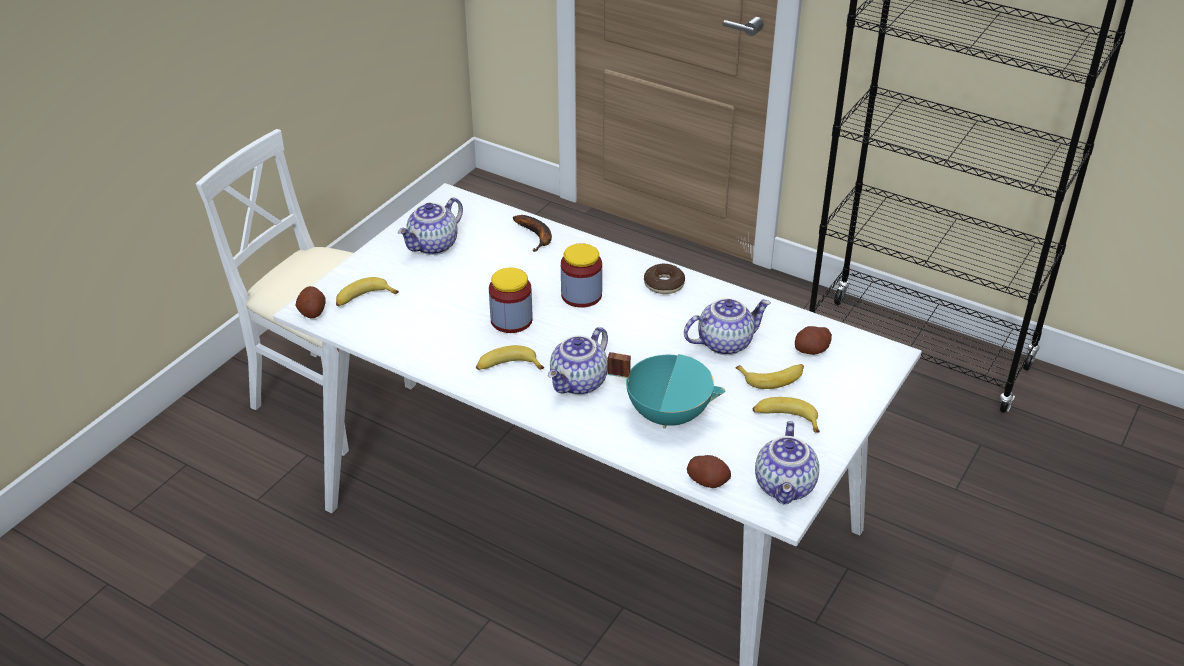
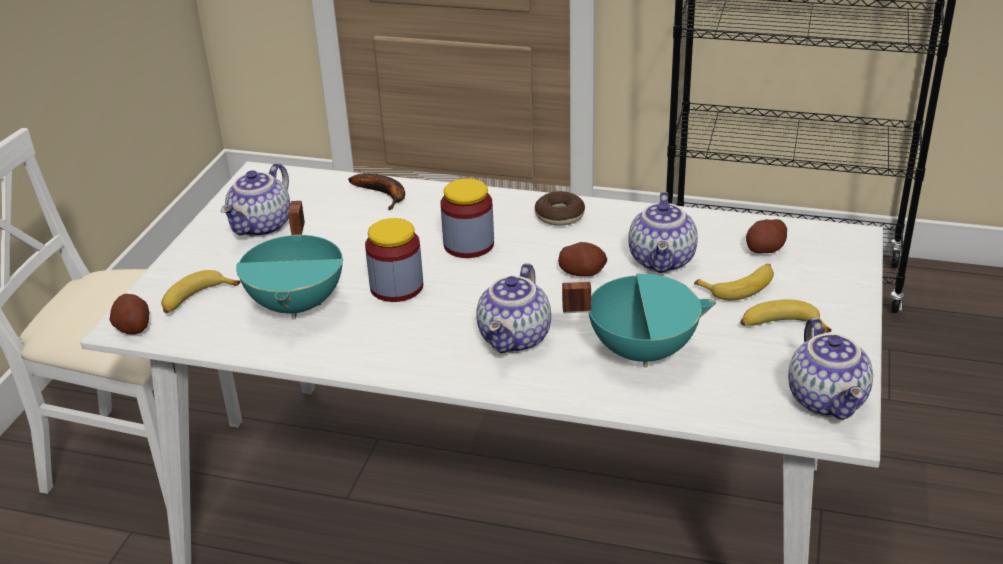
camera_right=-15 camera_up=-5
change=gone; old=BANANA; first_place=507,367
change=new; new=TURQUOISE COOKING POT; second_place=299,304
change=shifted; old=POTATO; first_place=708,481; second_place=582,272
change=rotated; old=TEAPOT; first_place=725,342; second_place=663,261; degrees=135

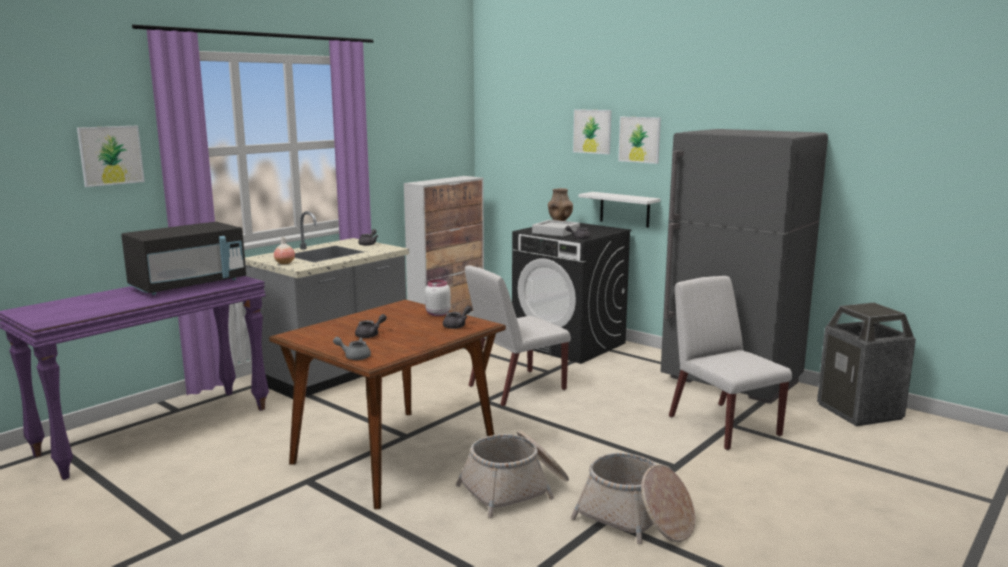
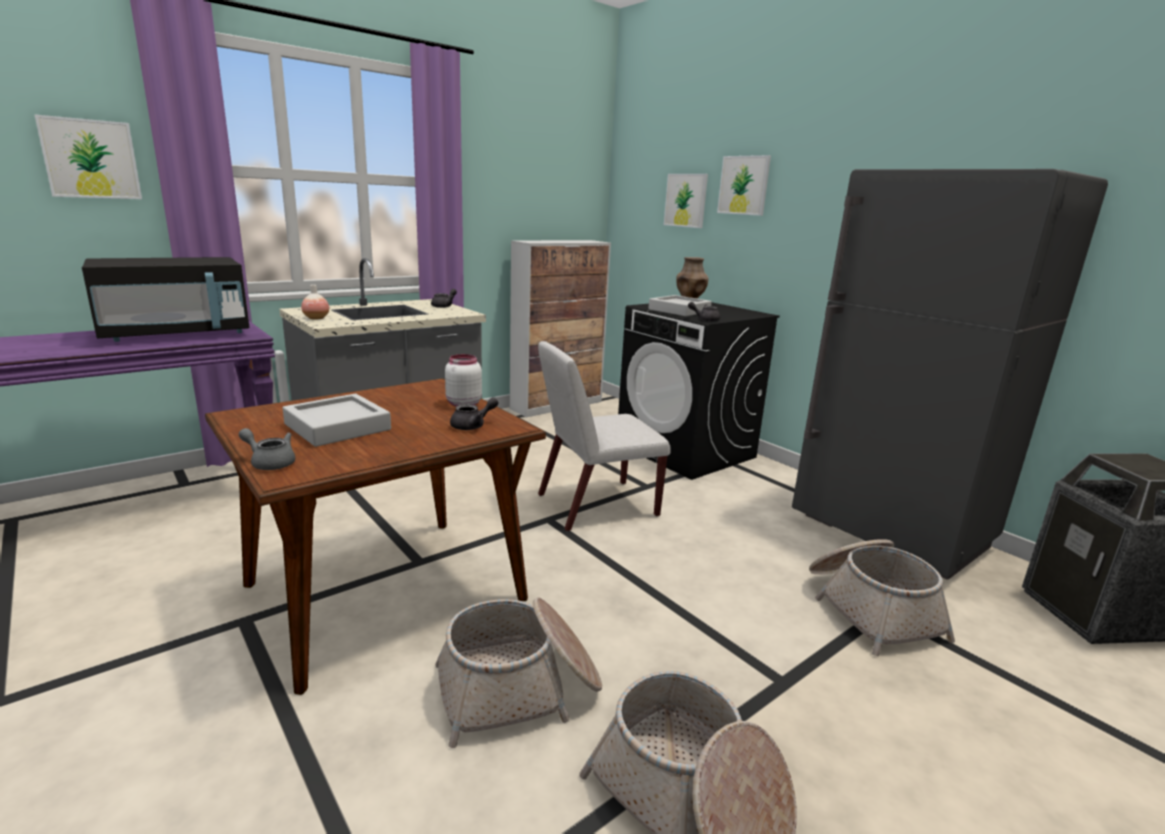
camera_right=10 camera_up=5
change=gone; old=WHITE SHELF; first_place=624,209
change=shifted; old=PICTURE; first_place=639,139; second_place=686,200
change=swapped; old=GREY TEAPOT; new=GREY TRAY; first_place=370,335; second_place=337,427
change=swapped; old=WHITE CHAIR; new=BASKET; first_place=722,425; second_place=870,609

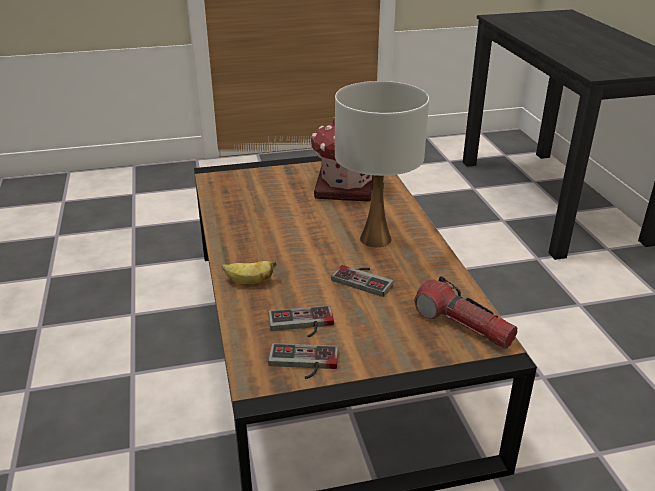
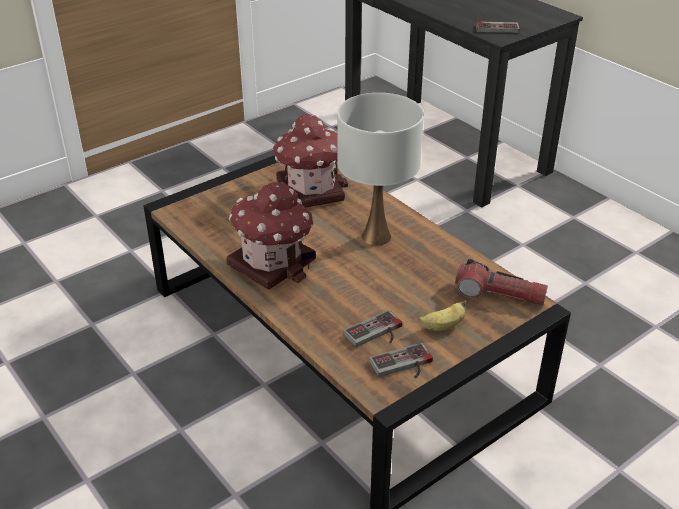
camera_right=-25 camera_up=5
change=new; new=TOY HOUSE; second_place=273,262
change=shifted; old=BANANA; first_place=249,282; second_place=442,326
change=shifted; old=GAME CONTROLLER; first_place=365,279; second_place=496,27

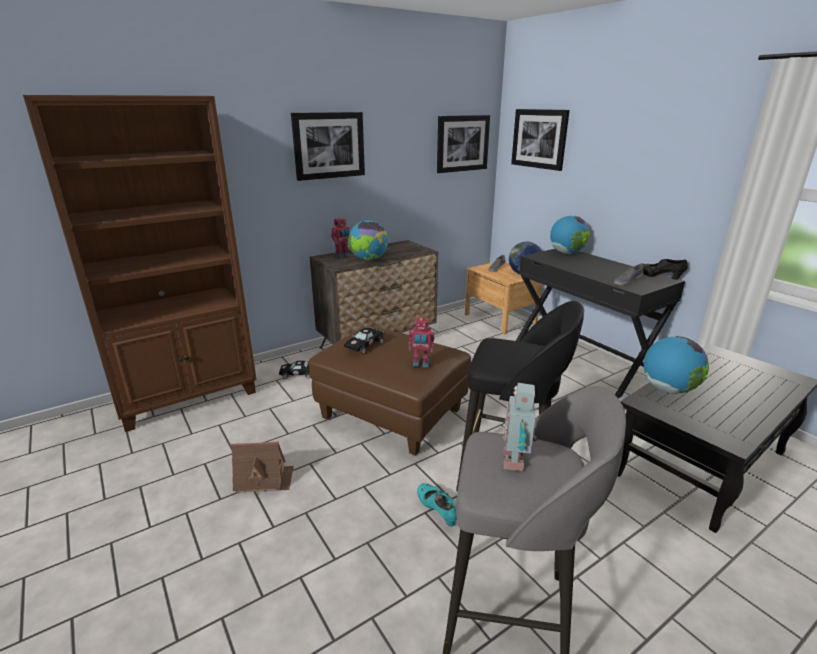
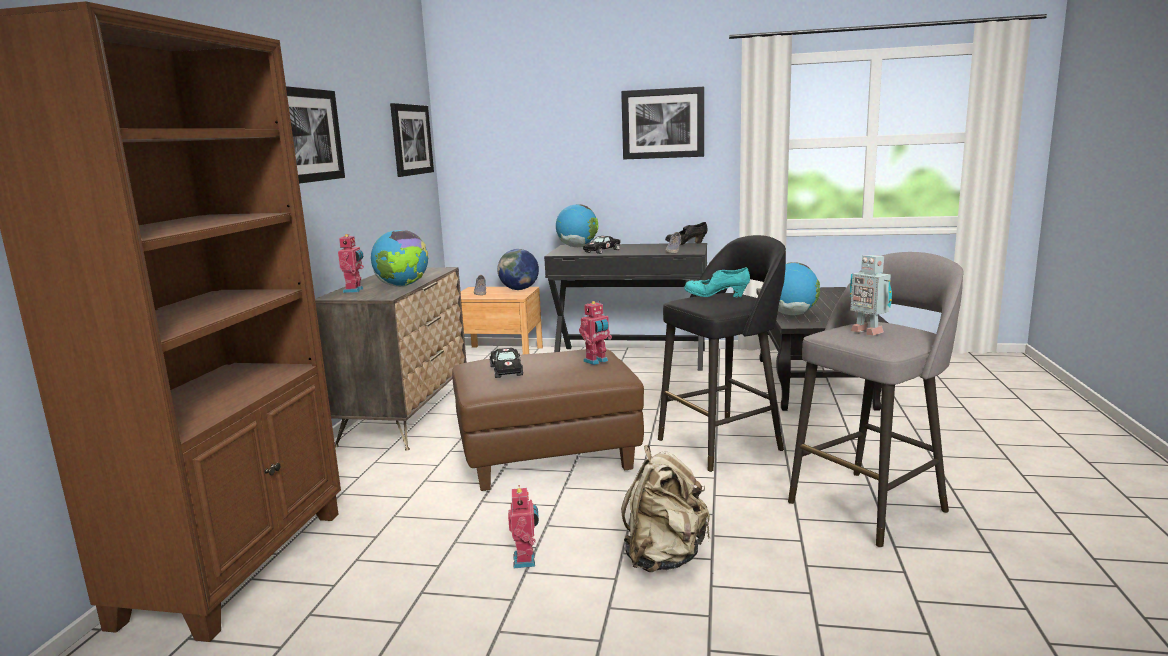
camera_right=-45 camera_up=-10
change=new; new=BEIGE BACKPACK; second_place=664,557
change=shifted; old=BLACK TOY CAR; first_place=299,374; second_place=602,251
change=shifted; old=TURQUOISE SHOE; first_place=437,511; second_place=716,297
change=shifted; old=PICTURE; first_place=539,139; second_place=663,123
change=swapped; old=TOY HOUSE; new=TOY ROBOT; first_place=264,479; second_place=526,560

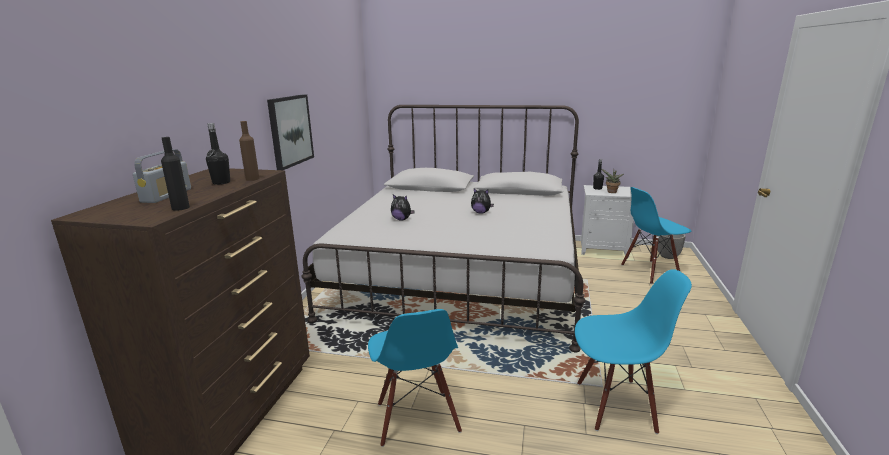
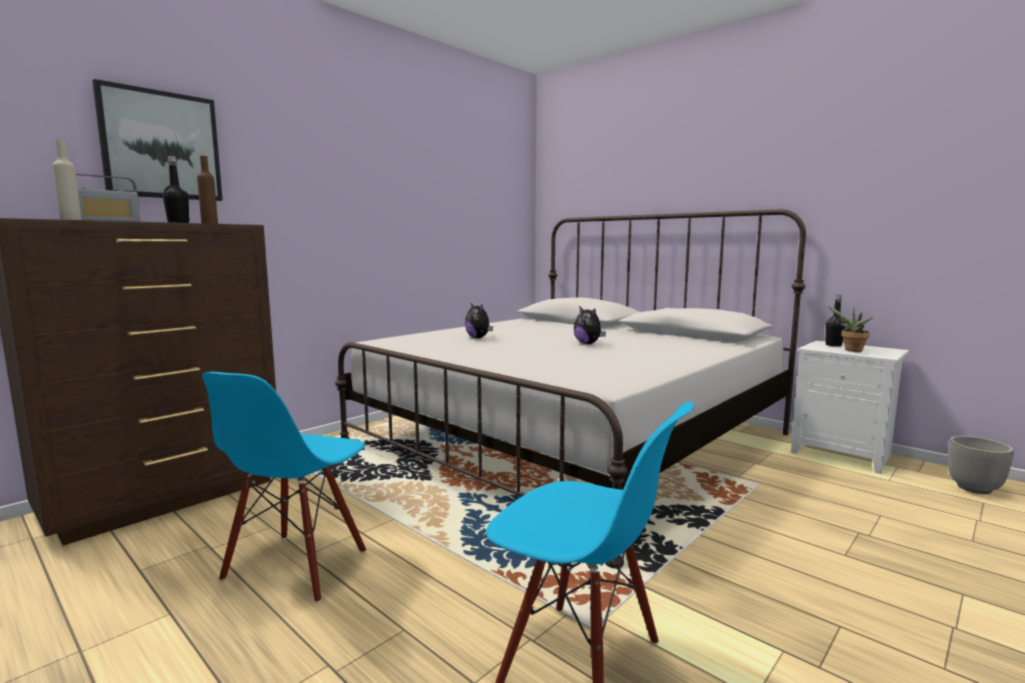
camera_right=30 camera_up=-10
change=gone; old=BLUE CHAIR; first_place=650,271
change=shifted; old=PICTURE; first_place=290,131; second_place=161,145
change=repainted; old=BLACK BOTTLE; new=BEIGE BOTTLE; first_place=180,208; second_place=70,219

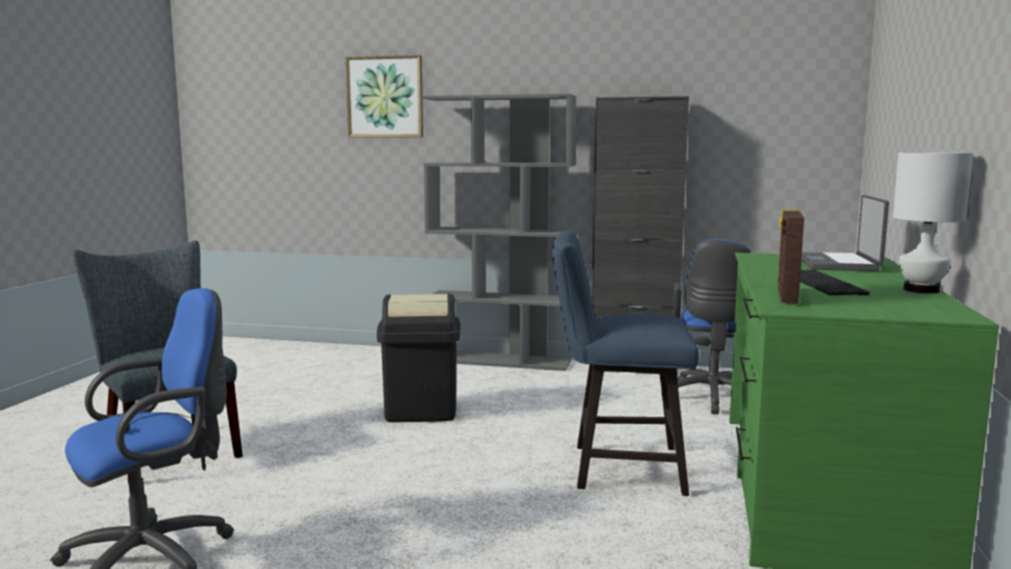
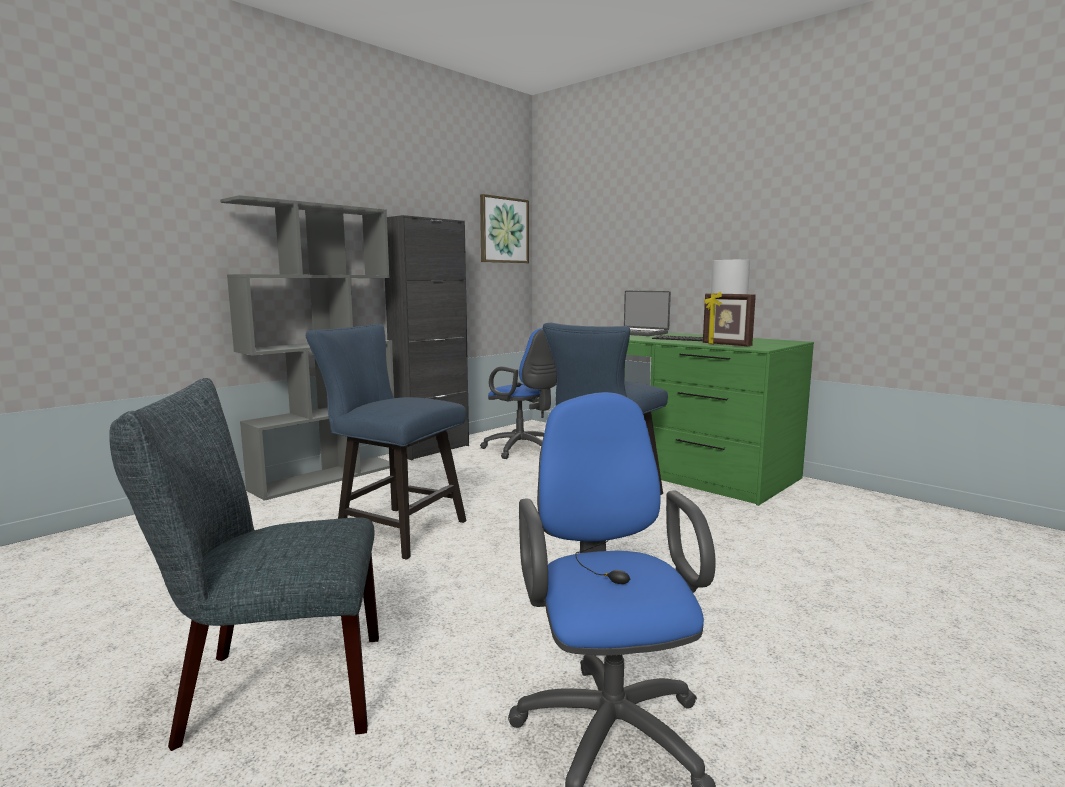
camera_right=-60 camera_up=0
change=shifted; old=PICTURE; first_place=385,97; second_place=503,230
change=swapped; old=BLACK TRASH CAN; new=BLUE CHAIR; first_place=421,410; second_place=394,529

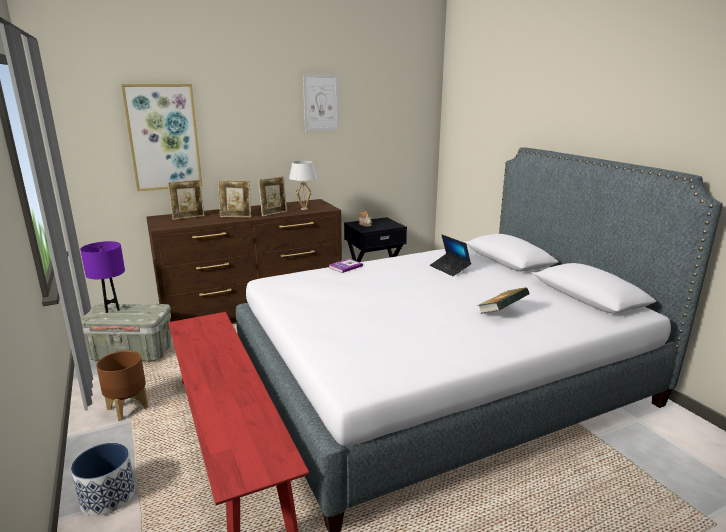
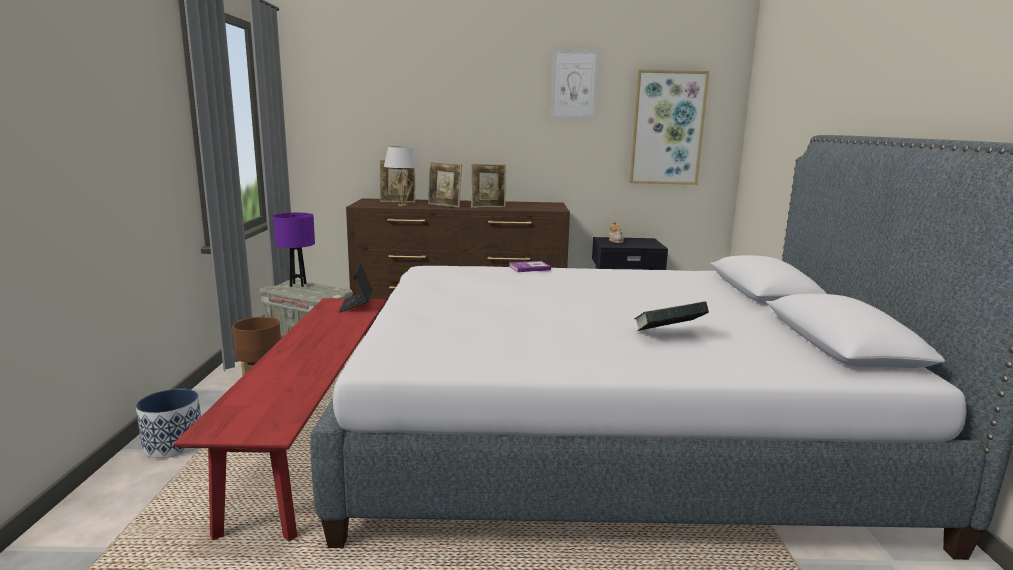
camera_right=25 camera_up=-5
change=shifted; old=PICTURE; first_place=163,137; second_place=667,128
change=shifted; old=WHITE TABLE LAMP; first_place=304,209; second_place=402,205
change=shifted; old=LAPTOP; first_place=449,268; second_place=356,305

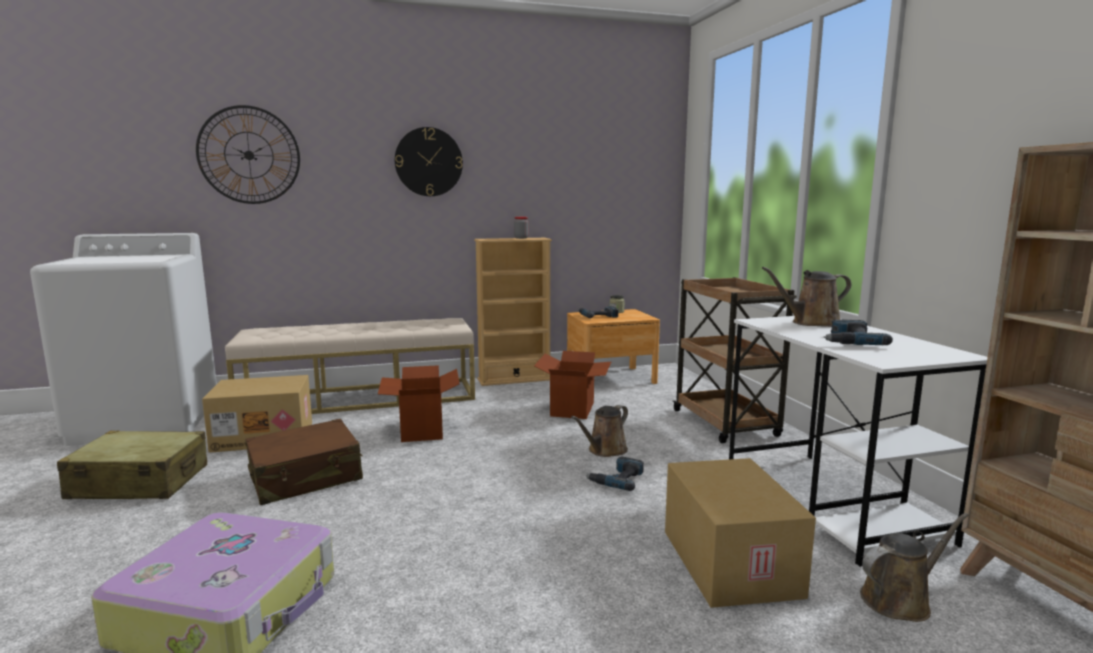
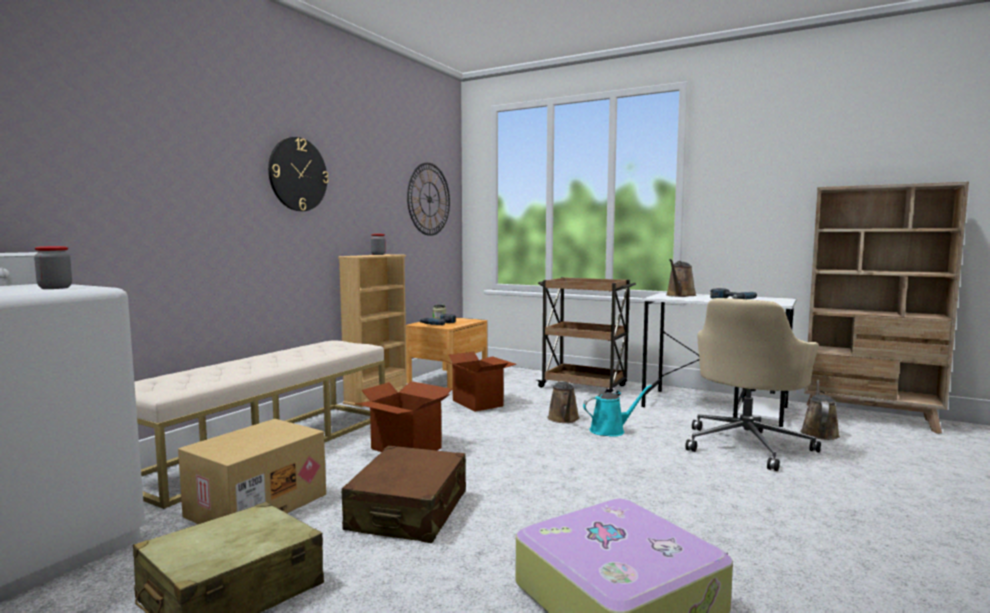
camera_right=-45 camera_up=-5
change=new; new=JAR; second_place=55,288
change=shifted; old=WALL CLOCK; first_place=249,155; second_place=429,199
change=swapped; old=POWER DRILL; new=TURQUOISE WATERING CAN; first_place=617,479; second_place=610,430
change=swapped; old=CARDBOARD BOX; new=BEIGE OFFICE CHAIR; first_place=727,562; second_place=747,445

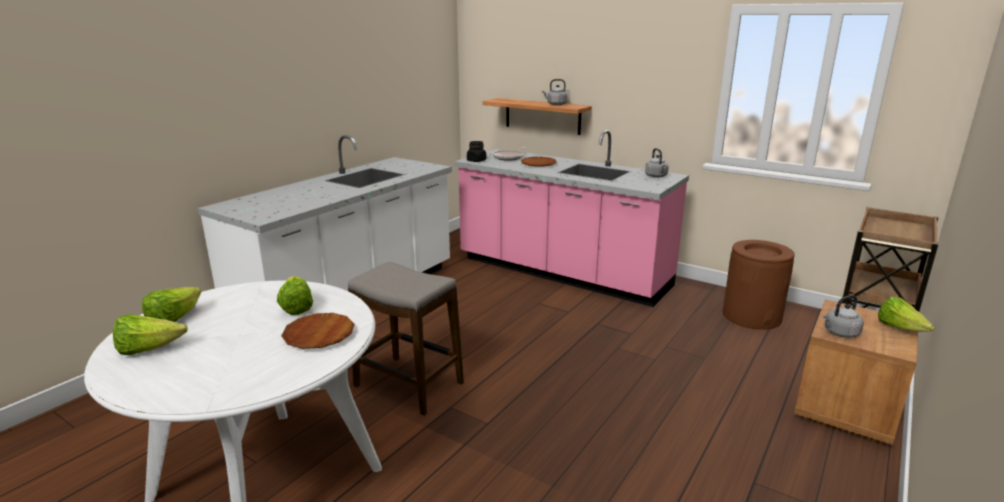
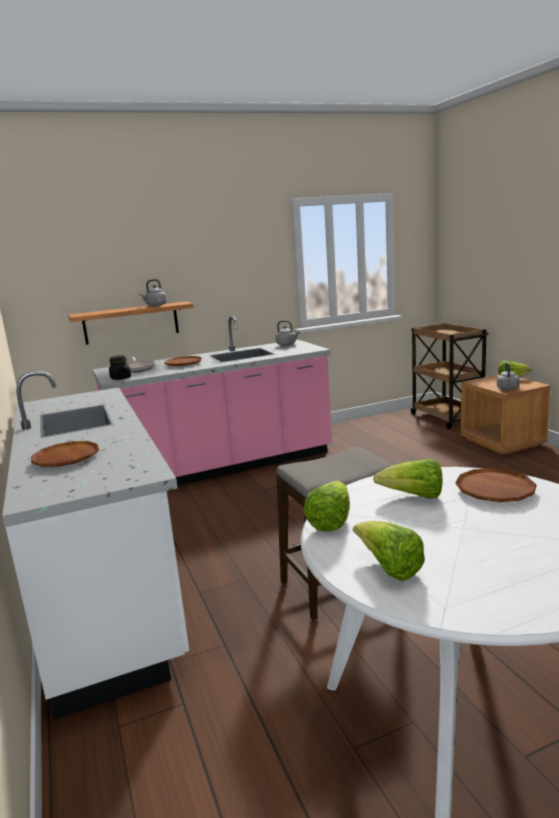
camera_right=-55 camera_up=-5
change=gone; old=BROWN TRASH CAN; first_place=752,316
change=new; new=BROWN PLATE; second_place=66,459
change=shifted; old=LETTUCE; first_place=149,349; second_place=330,521

